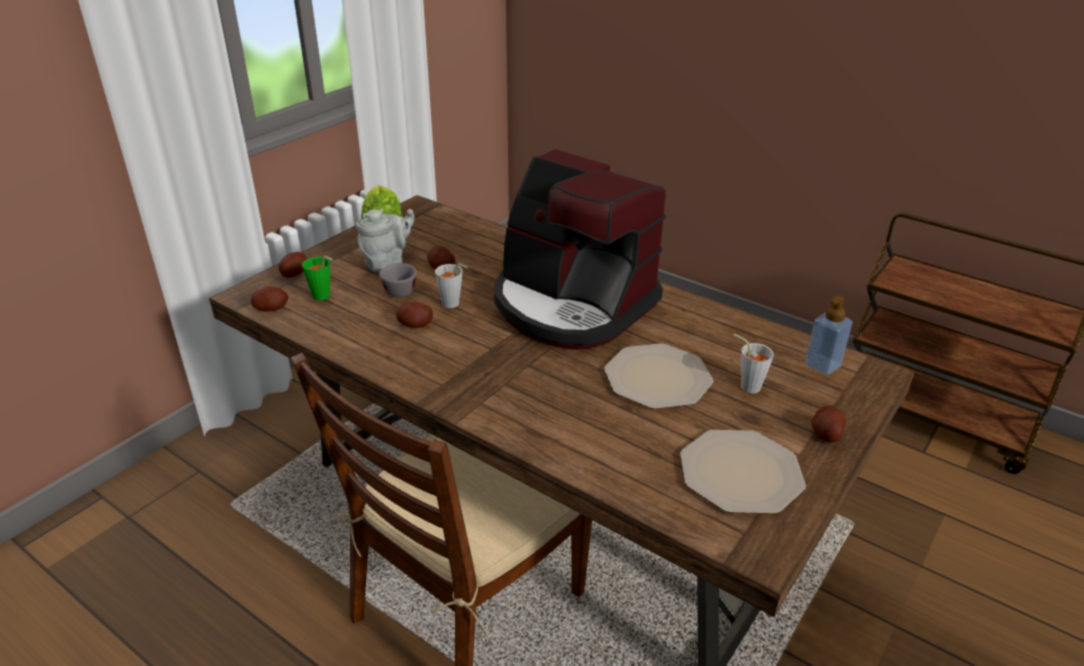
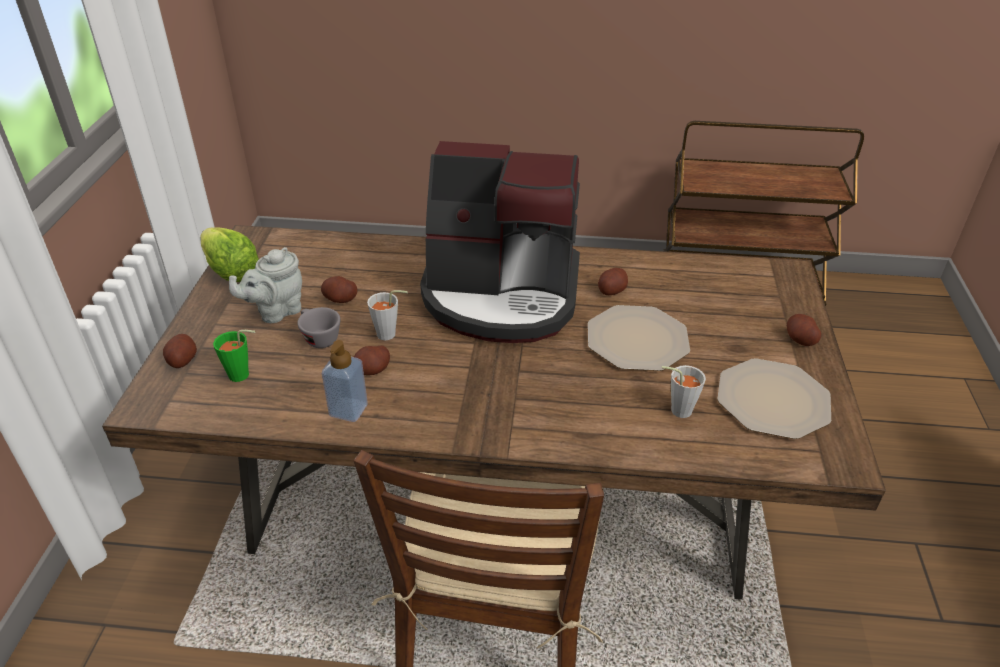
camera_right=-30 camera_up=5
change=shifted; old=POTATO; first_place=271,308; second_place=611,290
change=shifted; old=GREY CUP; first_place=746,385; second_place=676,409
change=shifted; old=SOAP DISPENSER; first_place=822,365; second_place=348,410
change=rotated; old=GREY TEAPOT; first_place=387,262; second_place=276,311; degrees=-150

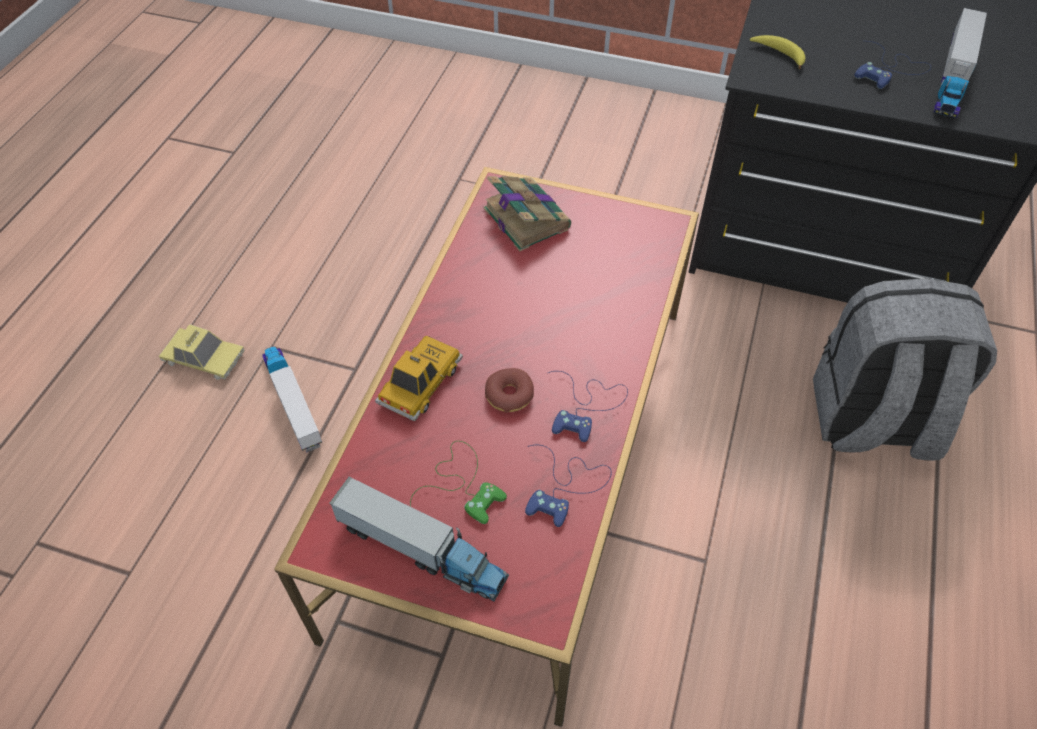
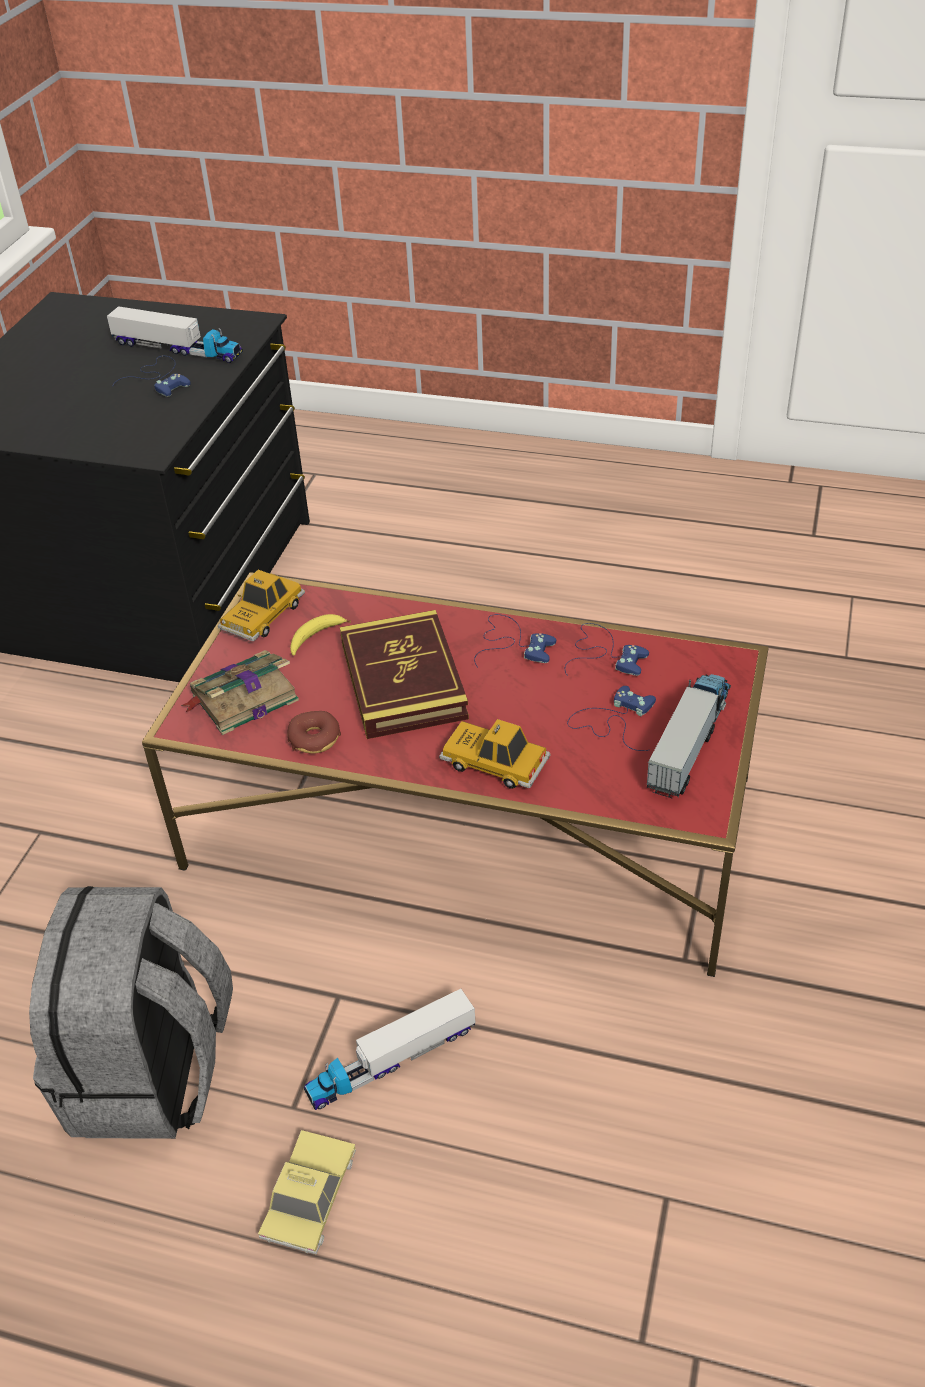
camera_right=-90 camera_up=-10
change=new; new=TOY CAR; second_place=263,615
change=new; new=BOOK; second_place=403,681
change=shifted; old=DONUT; first_place=509,395; second_place=314,738
change=shifted; old=BANANA; first_place=779,54; second_place=315,638
change=shifted; old=GREY BACKPACK; first_place=871,421; second_place=153,1073
change=repainted; old=GREEN GAME CONTROLLER; new=BLUE GAME CONTROLLER; first_place=462,483; second_place=613,720

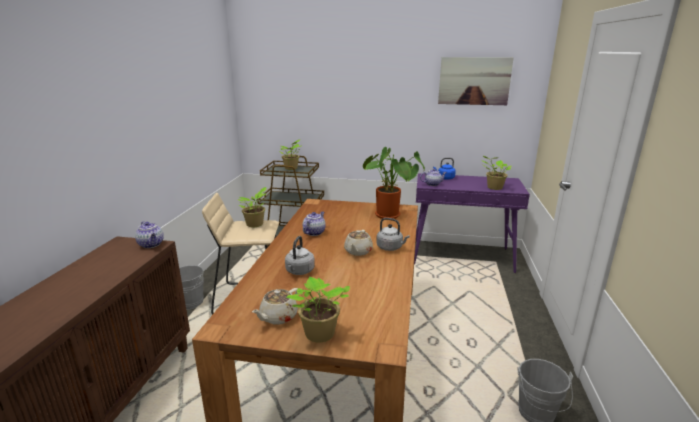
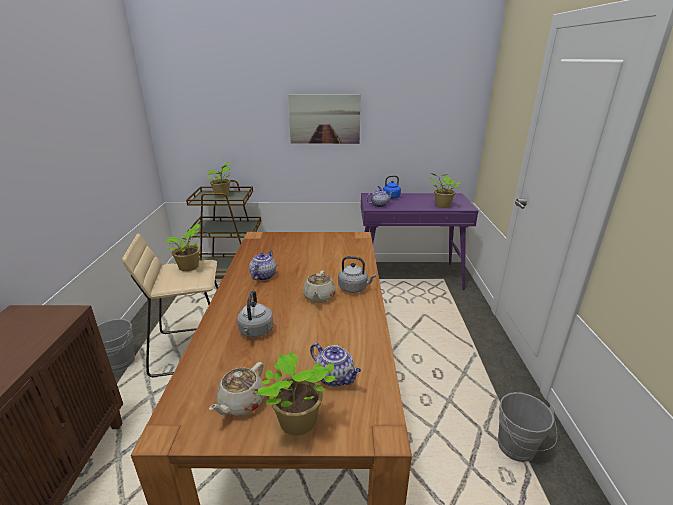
camera_right=-10 camera_up=5
change=gone; old=POTTED PLANT; first_place=390,216
change=shifted; old=TEAPOT; first_place=151,244; second_place=335,378
change=shifted; old=PICTURE; first_place=474,81; second_place=324,119

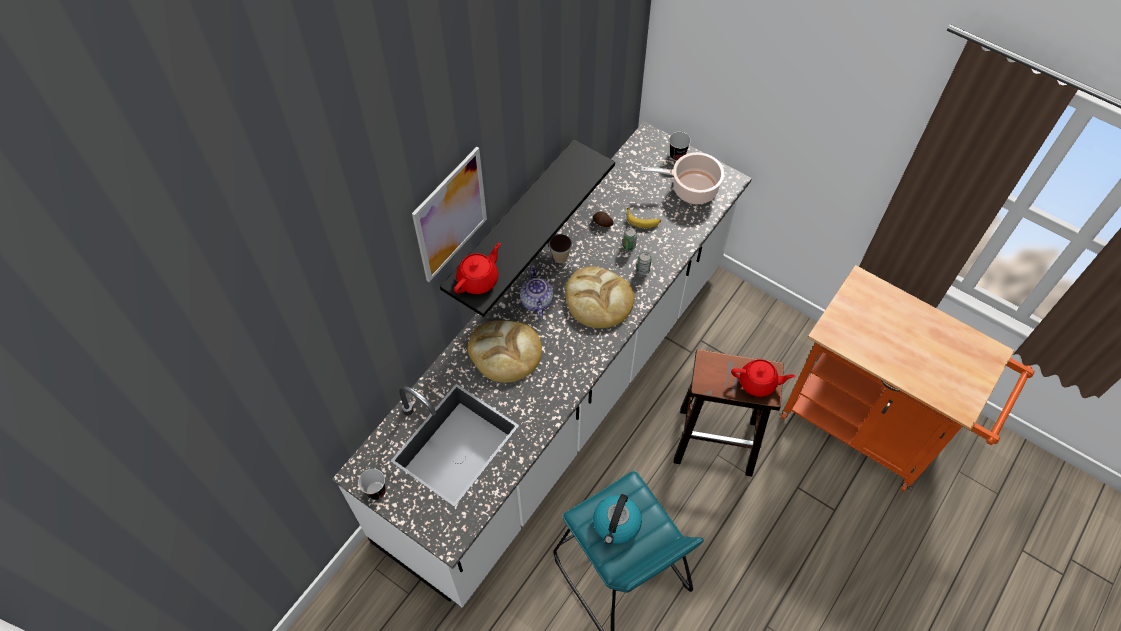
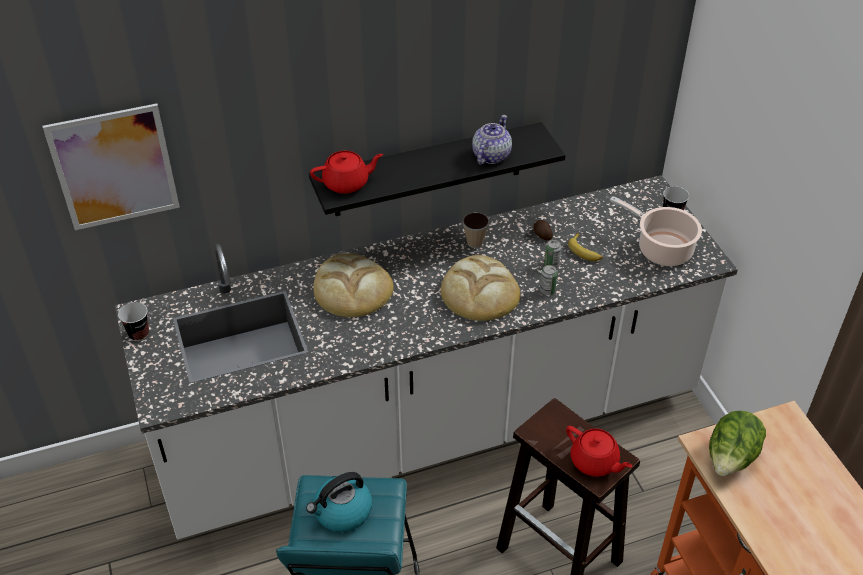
camera_right=35 camera_up=-15
change=new; new=LETTUCE; second_place=730,459
change=shifted; old=PICTURE; first_place=450,215; second_place=114,167
change=shifted; old=TEAPOT; first_place=536,301; second_place=490,156

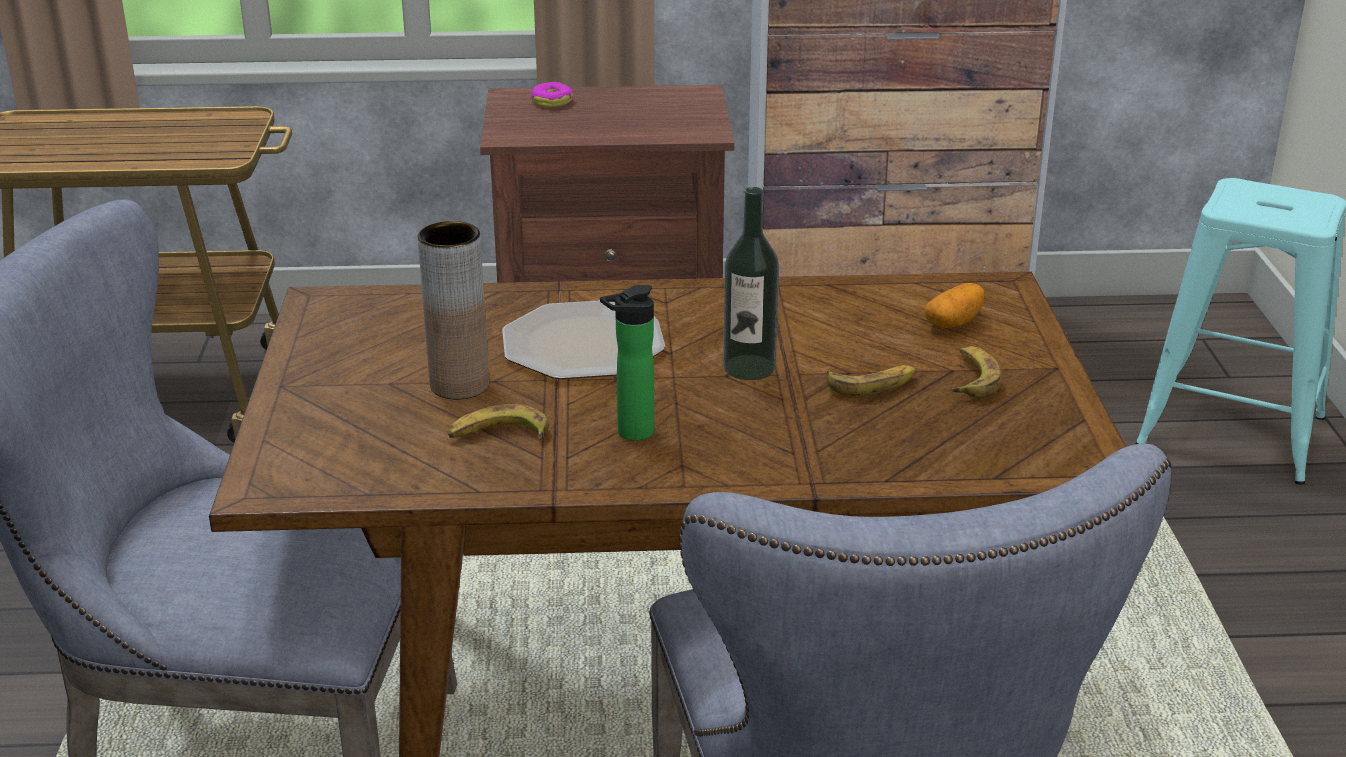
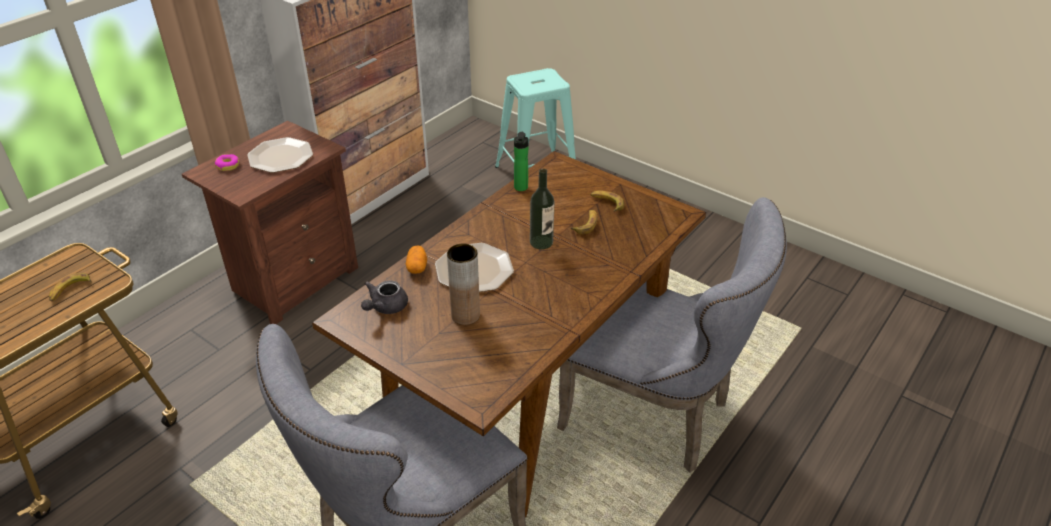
camera_right=-50 camera_up=10
change=new; new=PLATE; second_place=280,157
change=new; new=GREY TEAPOT; second_place=385,307
change=shifted; old=BANANA; first_place=499,435; second_place=70,290
change=shifted; old=BOTTLE; first_place=630,433; second_place=520,189
change=shifted; old=POTATO; first_place=954,322; second_place=417,267

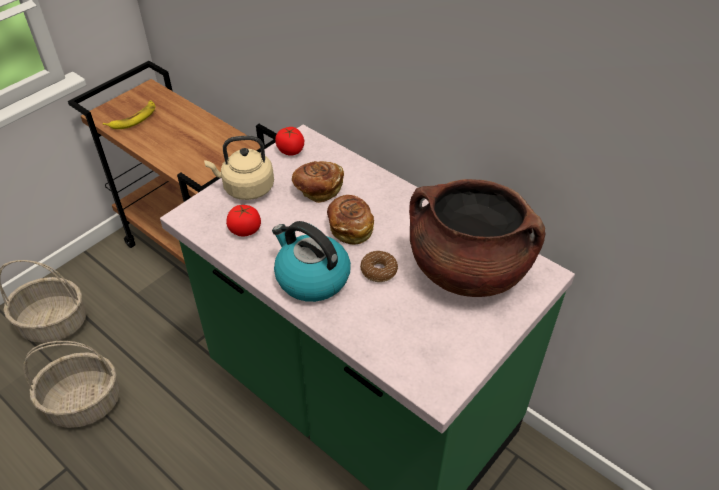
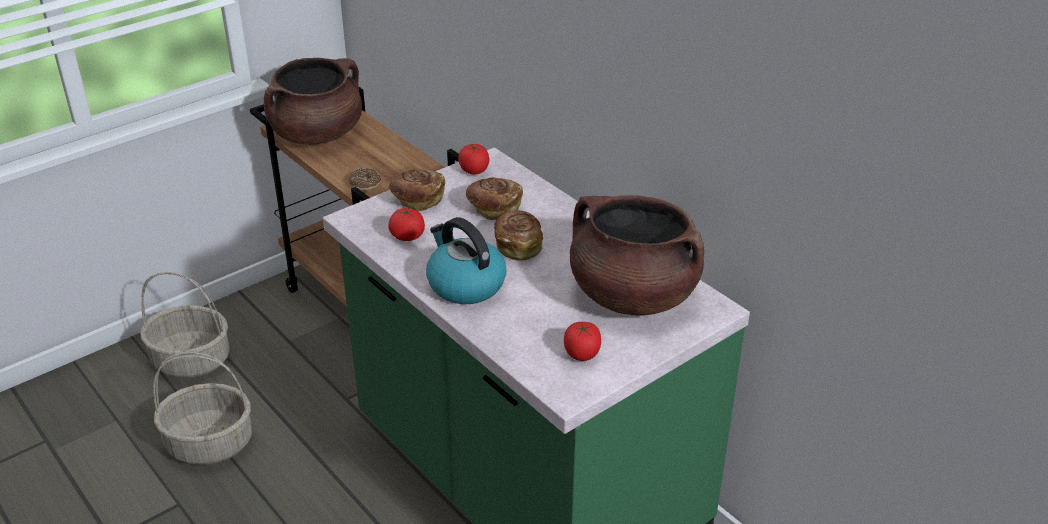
camera_right=10 camera_up=-10
change=new; new=TOMATO; second_place=582,353
change=shifted; old=DONUT; first_place=378,270; second_place=365,184
change=swapped; old=BANANA; new=BROWN COOKING POT; first_place=134,118; second_place=317,134
change=swapped; old=BEIGE KETTLE; new=BREAD; first_place=246,188; second_place=417,200

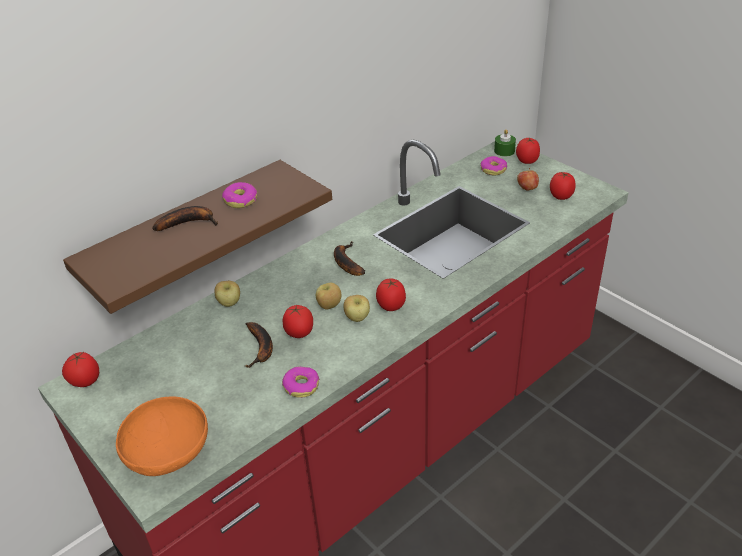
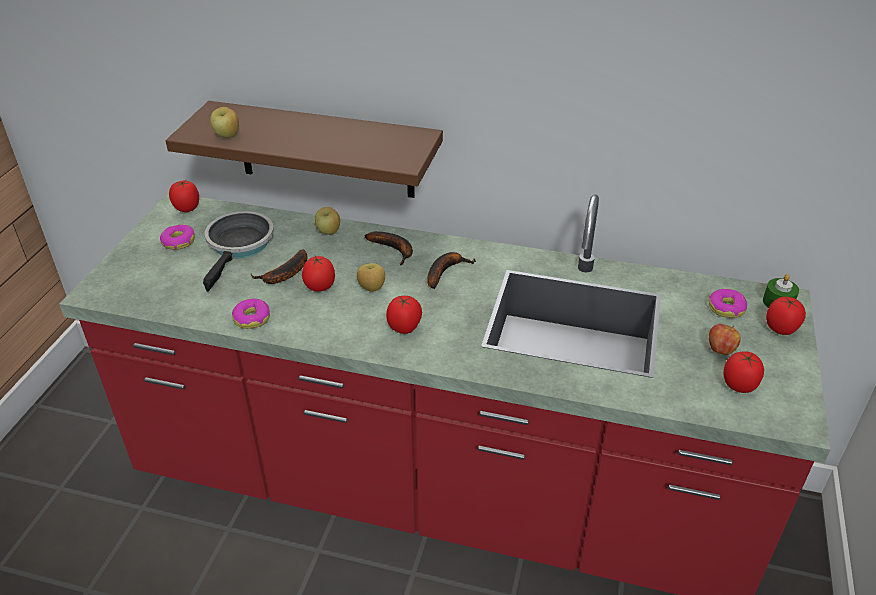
camera_right=55 camera_up=0
change=gone; old=ORANGE BOWL; first_place=169,454
change=new; new=FRYING PAN; second_place=239,246
change=shifted; old=BANANA; first_place=189,222; second_place=394,250
change=shifted; old=DONUT; first_place=241,200; second_place=178,242
change=shifted; old=APPLE; first_place=357,318; second_place=227,136

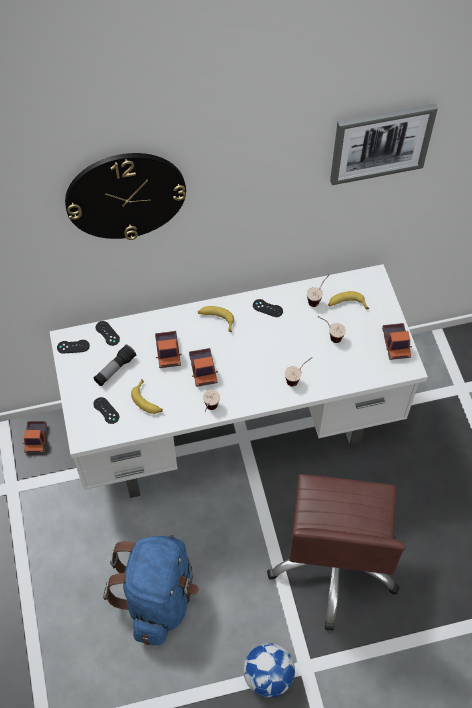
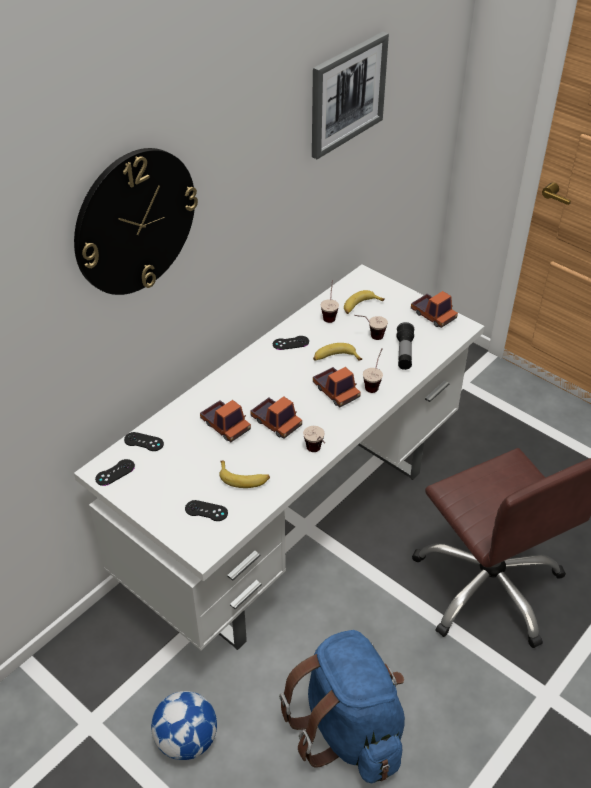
camera_right=-35 camera_up=-15
change=shifted; old=TOY TRUCK; first_place=36,439; second_place=336,392
change=shifted; old=FLASHLIGHT; first_place=115,369; second_place=404,353
change=shifted; old=BANANA; first_place=216,319; second_place=335,358
change=shifted; old=FOOTBALL; first_place=268,675; second_place=186,740

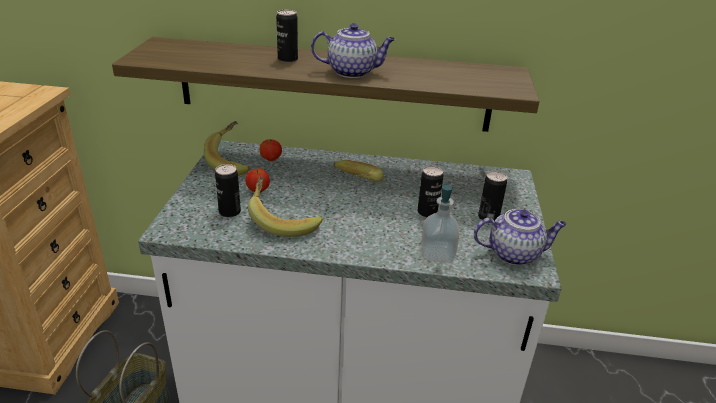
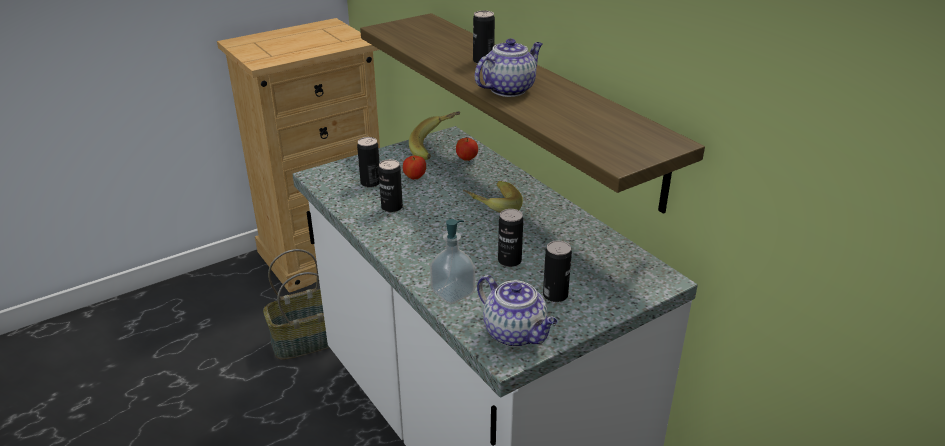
camera_right=50 camera_up=0
change=swapped; old=BANANA; new=CAN; first_place=283,221; second_place=392,207
change=rotated; old=TEAPOT; first_place=353,72; second_place=509,89; degrees=-90

